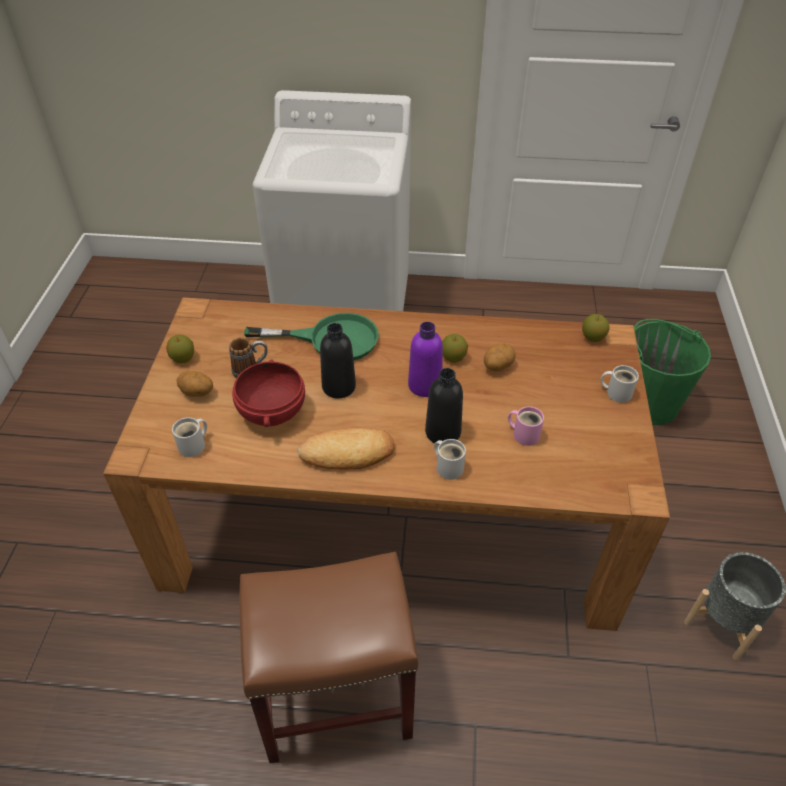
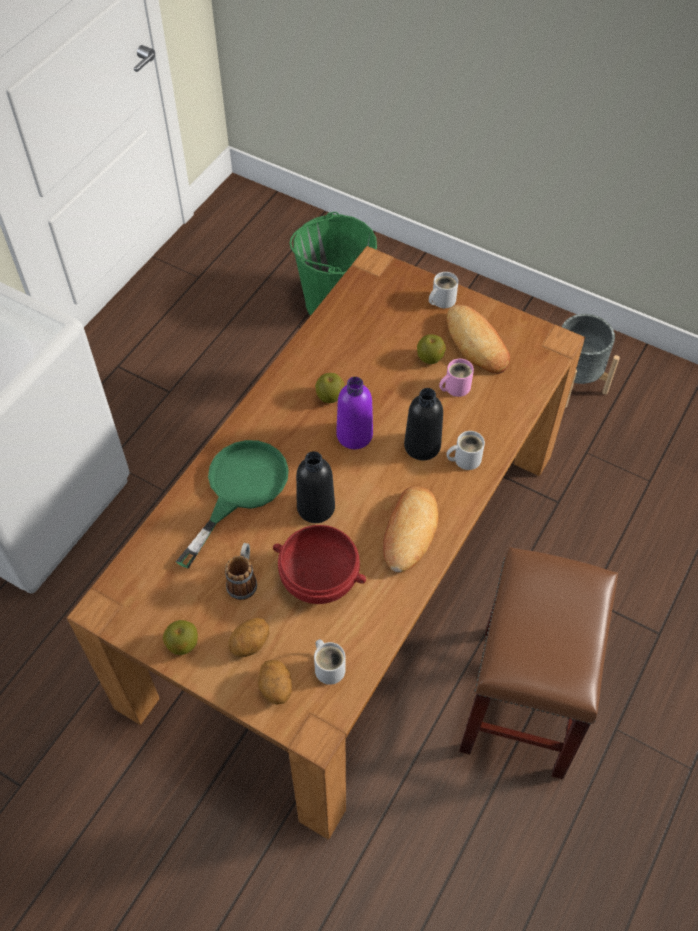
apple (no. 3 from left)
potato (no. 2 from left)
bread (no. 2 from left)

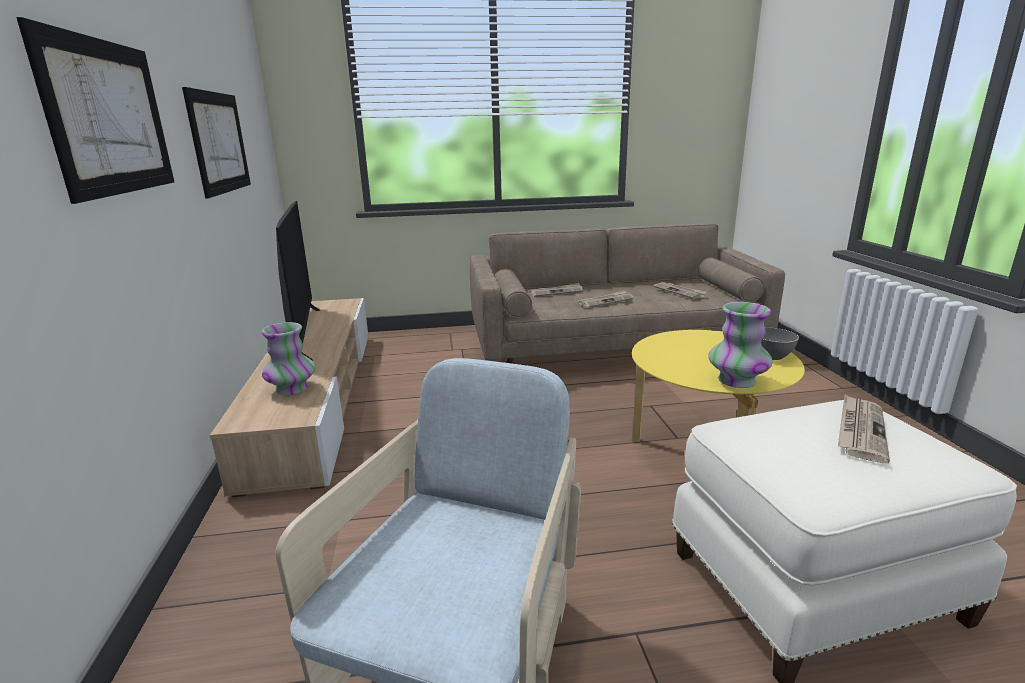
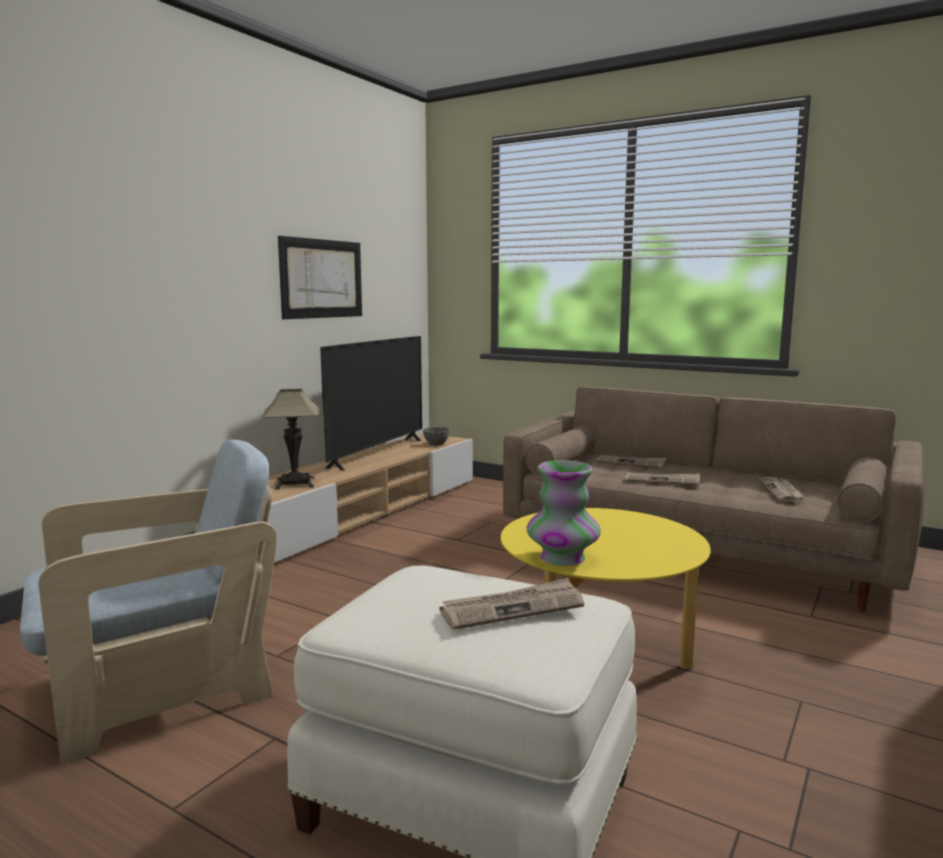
wall art (no. 1 from left in the first image)
lamp for a table
bowl (gray)

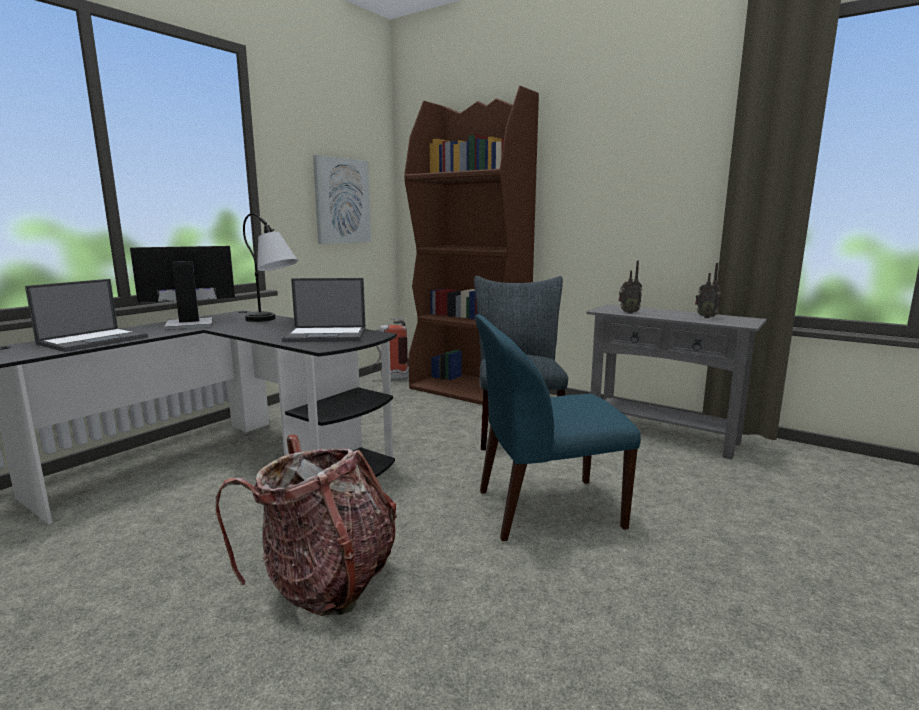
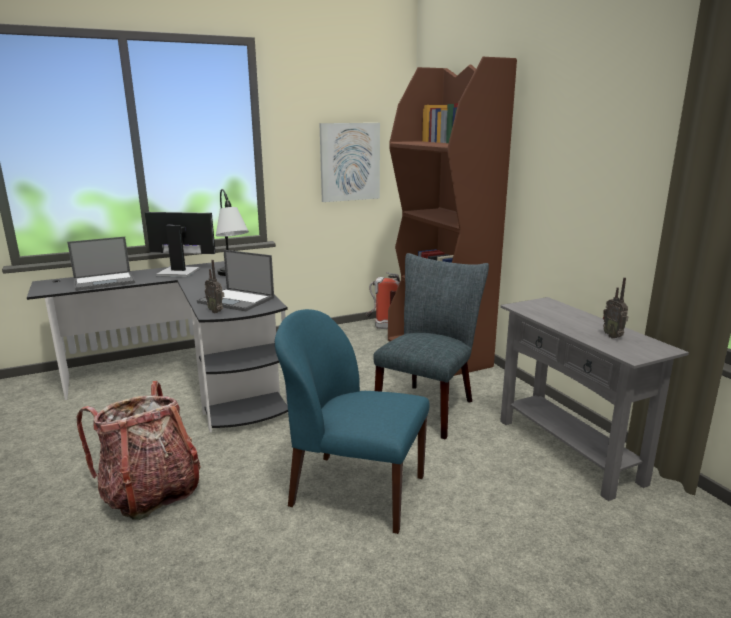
radio (no. 1 from left)

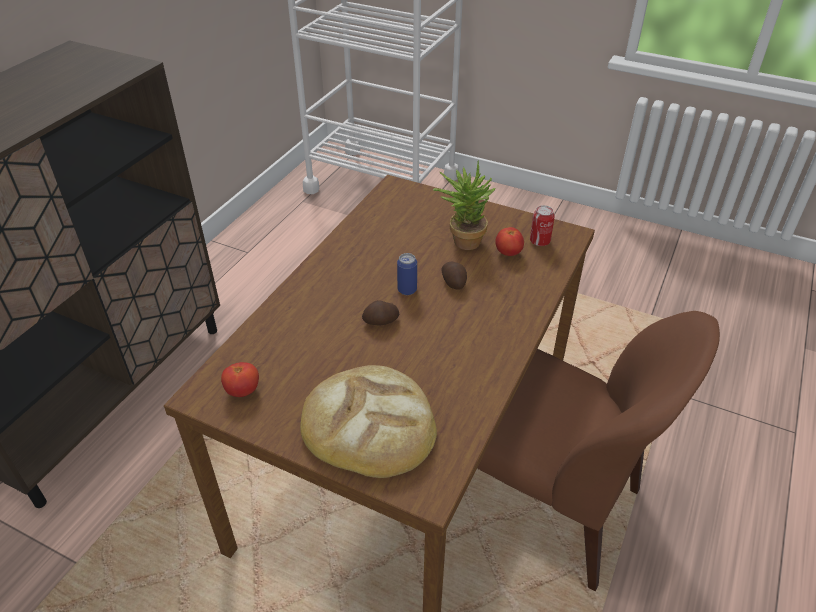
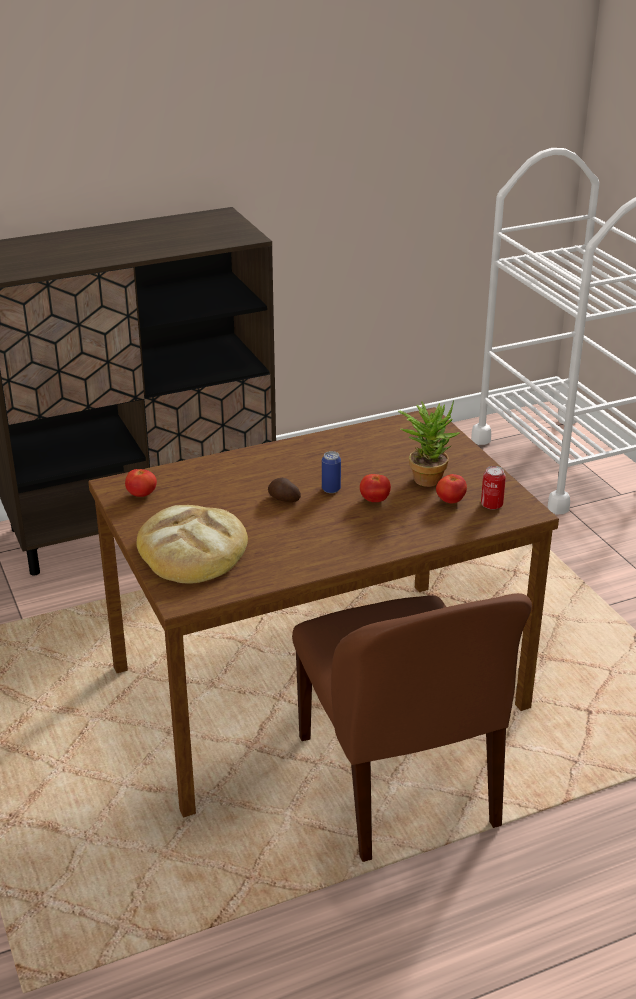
whole tomato (no. 2 from left)

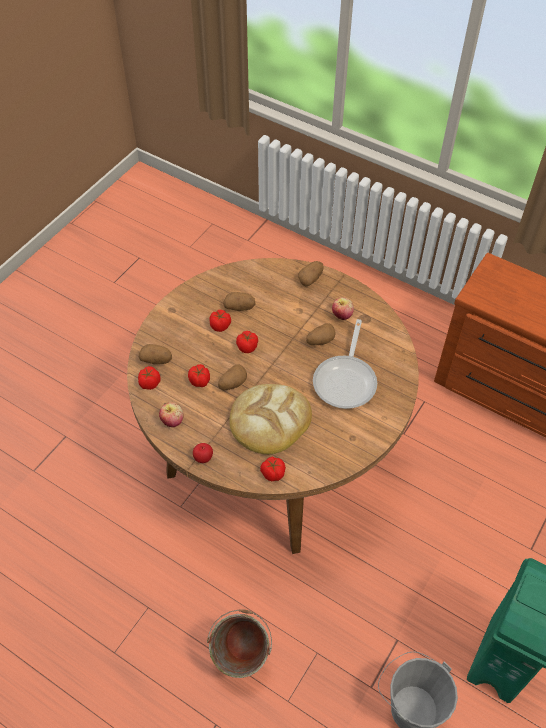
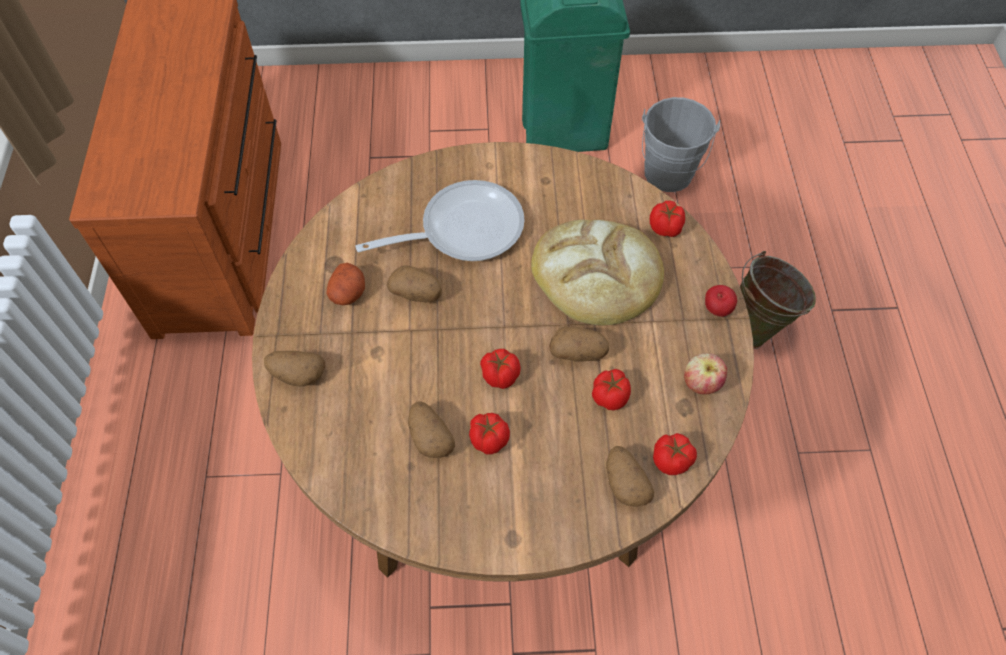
potato (no. 2 from left)

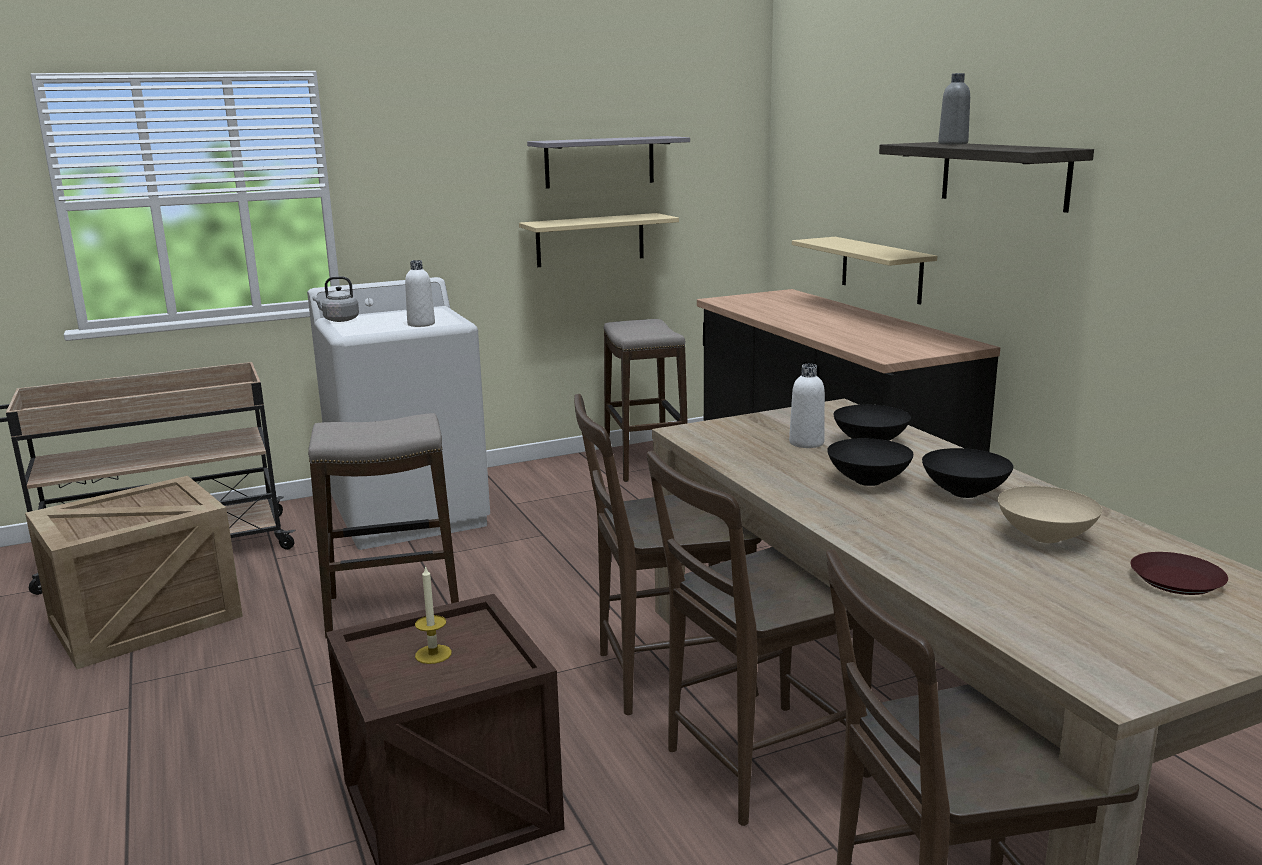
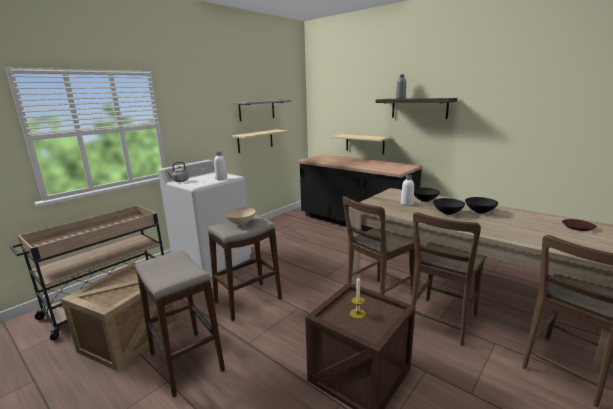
stool (no. 1 from left)
bowl (beige-coloured)

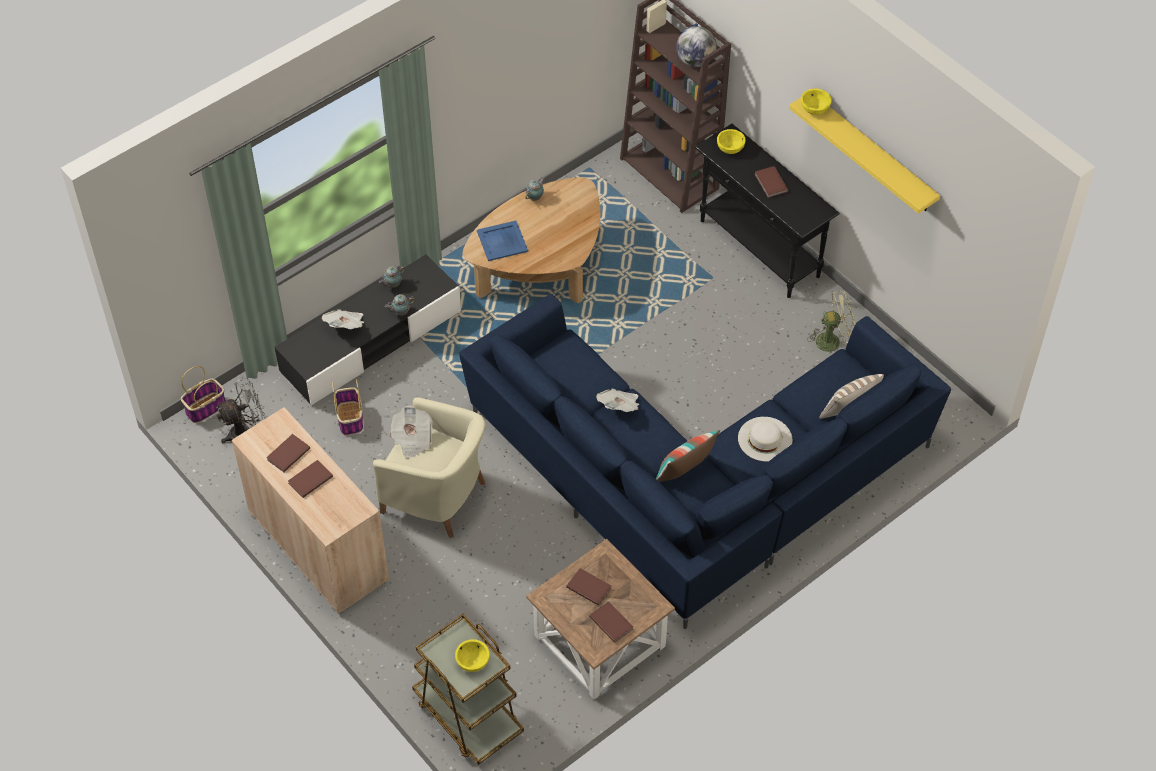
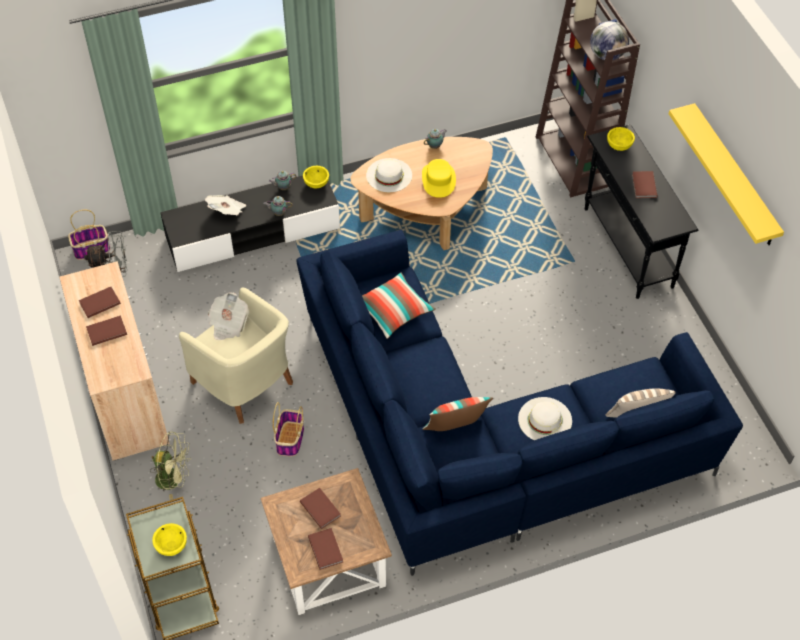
bowl (yellow) (no. 2 from left)
wearable hat (white) (no. 1 from left)
electric fan (green)
storage basket (no. 2 from left)
newspaper (no. 3 from left in the first image)
wearable hat (yellow)
throw pillow (no. 1 from left)

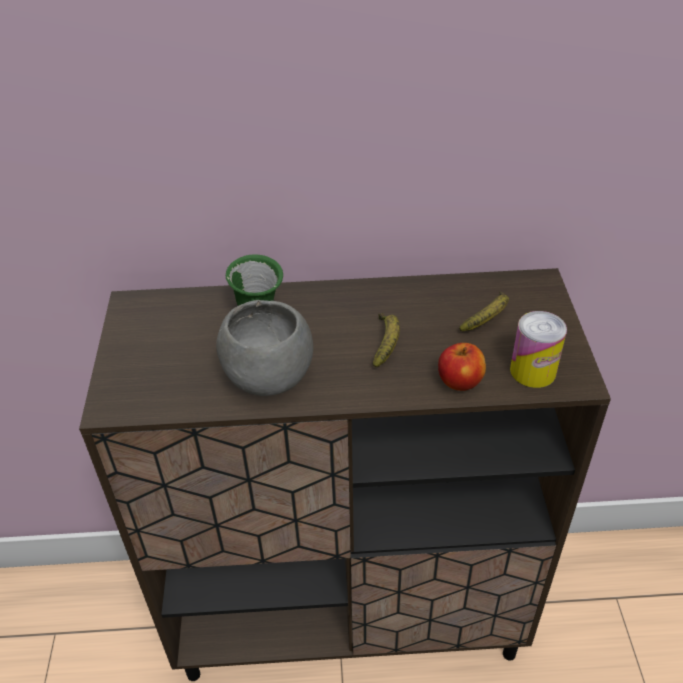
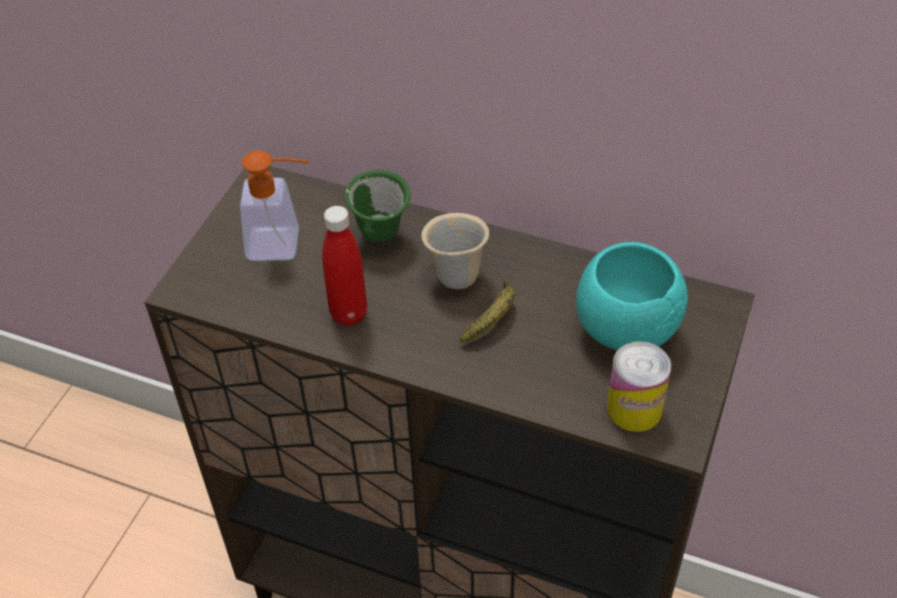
bowl (turquoise-coloured)
bottle (red-coloured)
apple
liquid soap bottle
mug (beige-coloured)

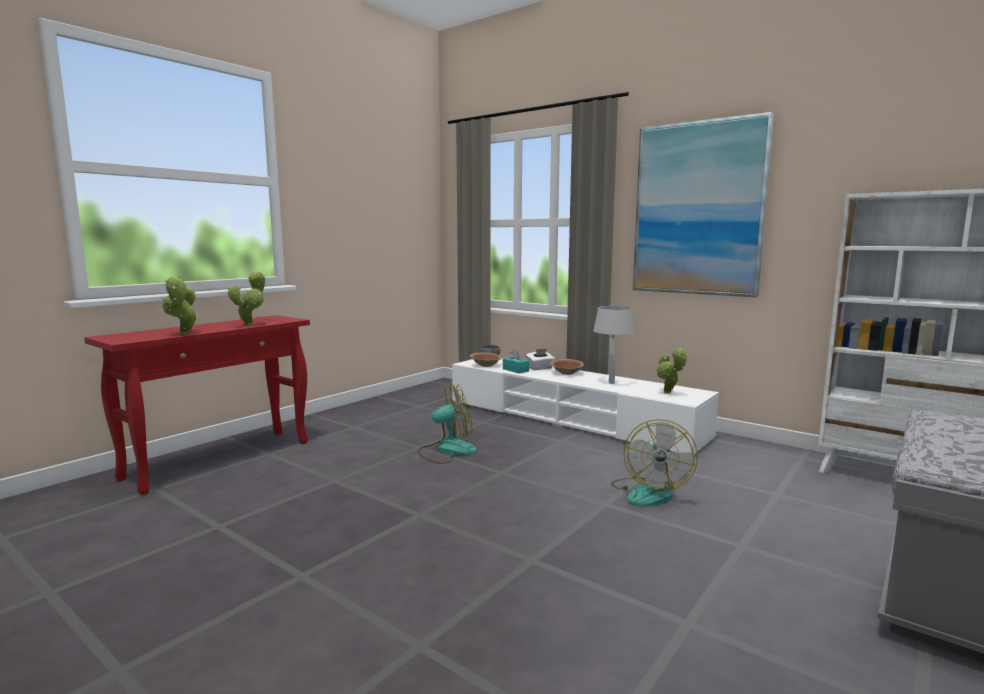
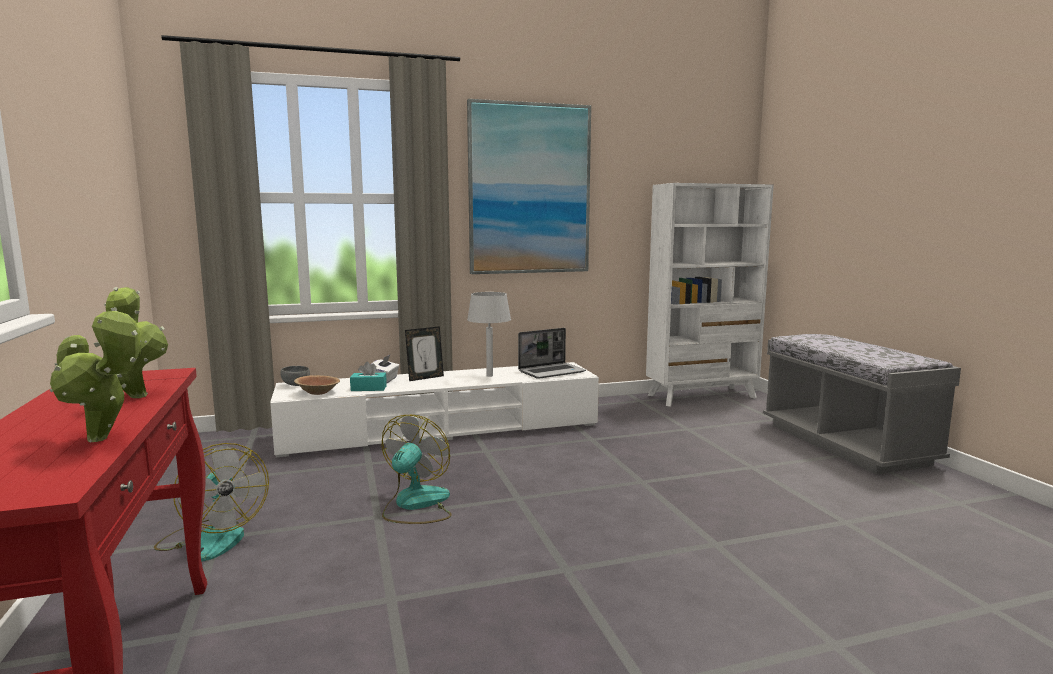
portable computer
picture frame
electric fan (no. 1 from left)

